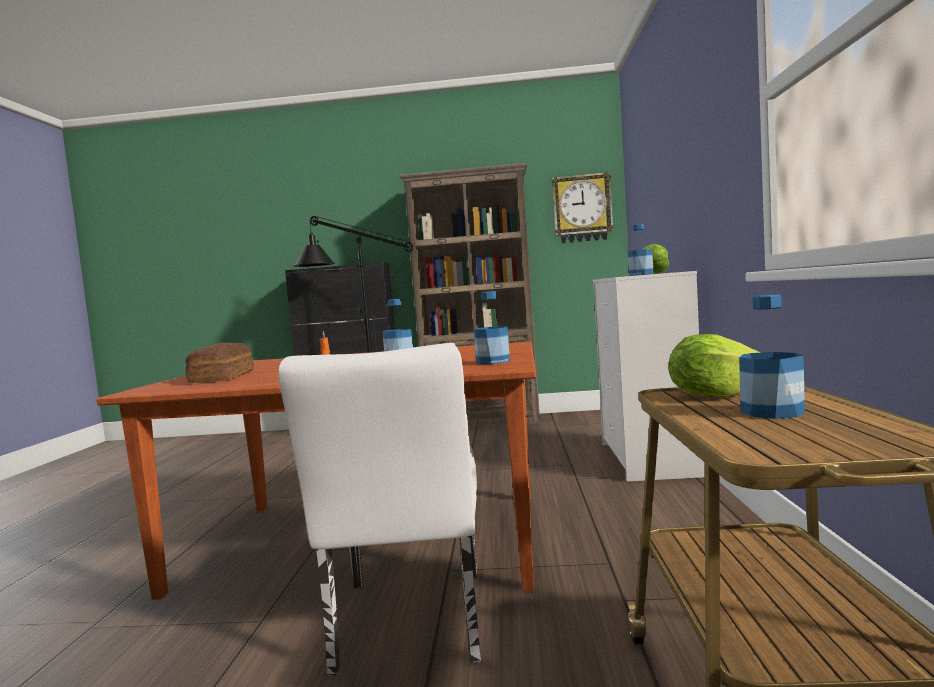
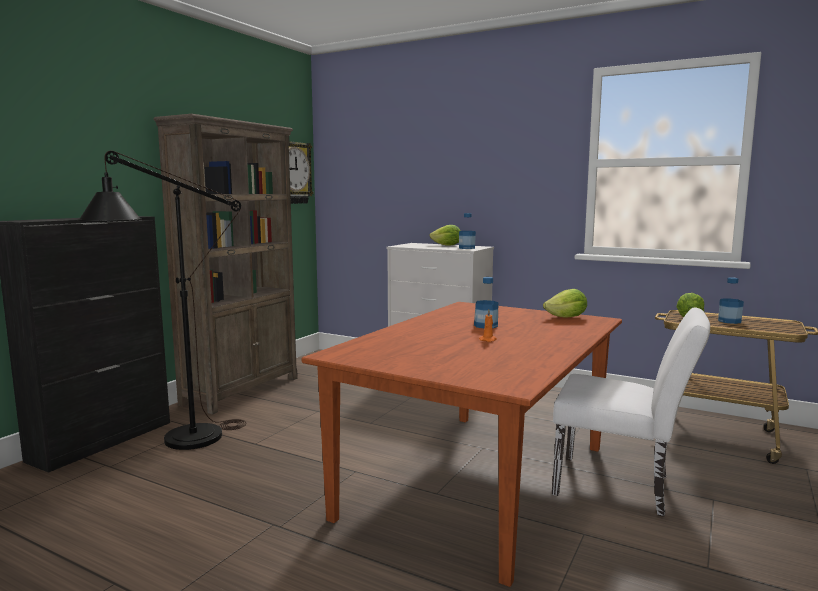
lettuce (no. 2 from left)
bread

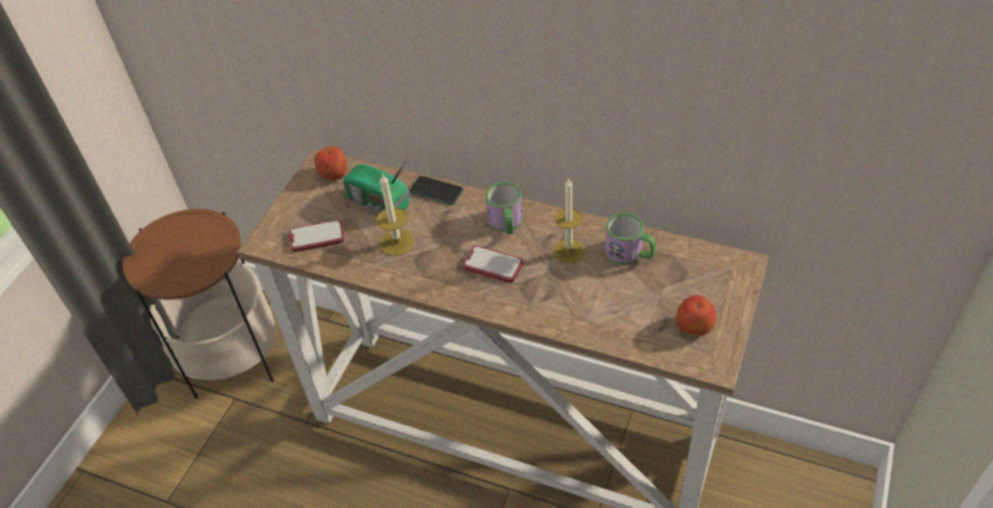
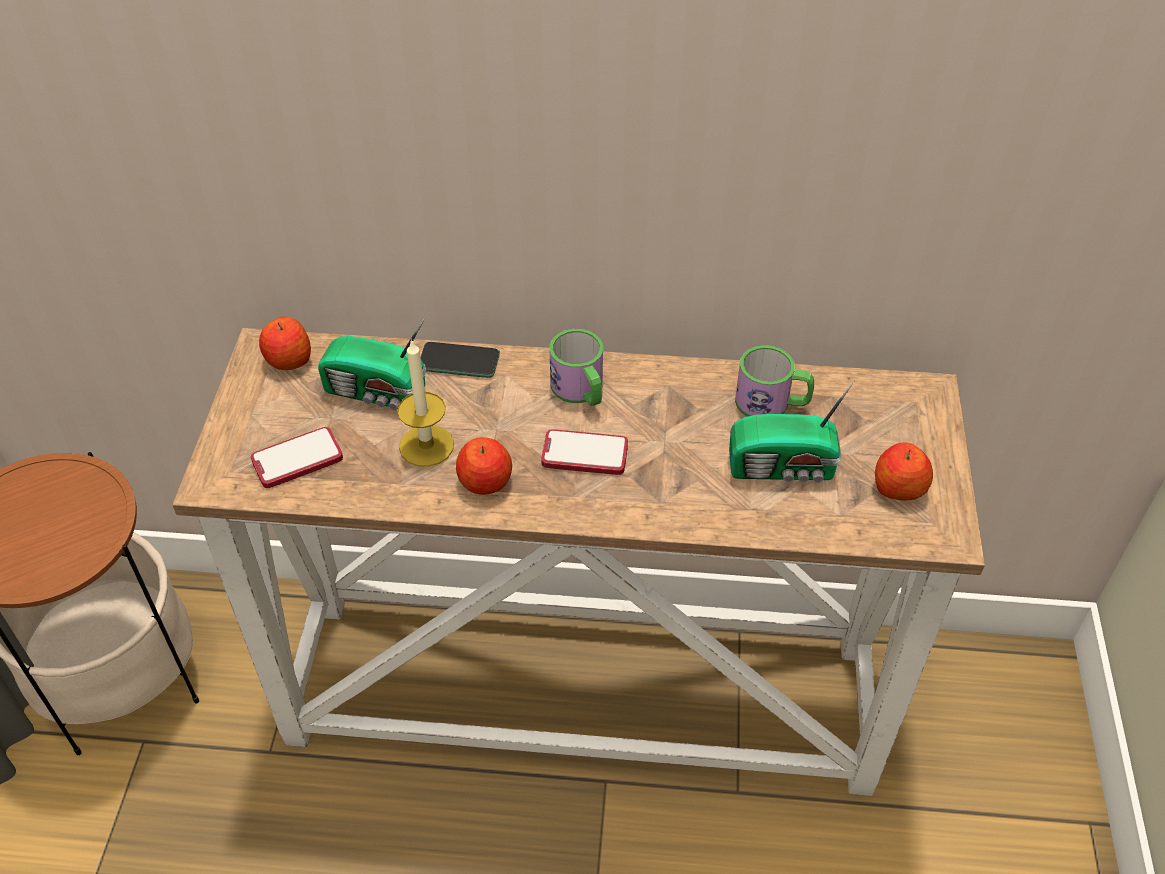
wax candle (no. 2 from left in the first image)
radio (no. 2 from left)
apple (no. 2 from left)

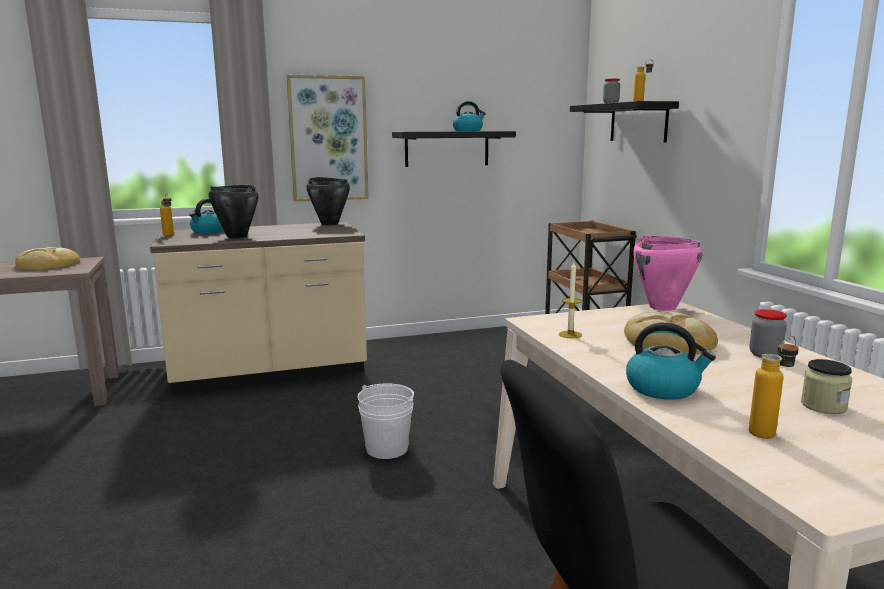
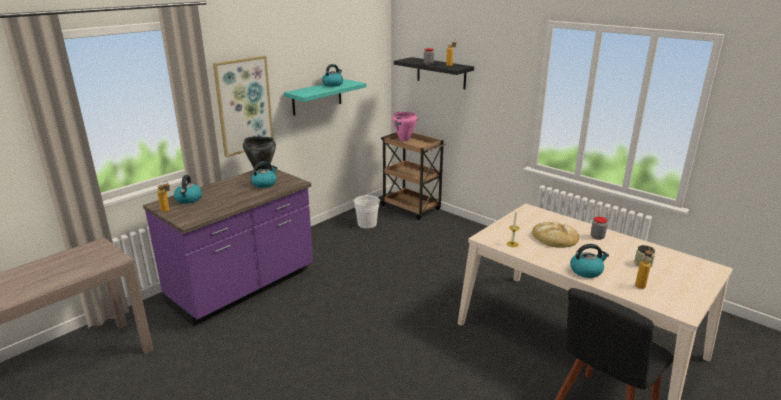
shelf (turquoise-coloured)
saucepot (blackish) (no. 1 from left in the first image)
kitchen counter (purple-coloured)
saucepot (pinkish)
bread (no. 1 from left in the first image)
pail (white)
water kettle (no. 2 from left)

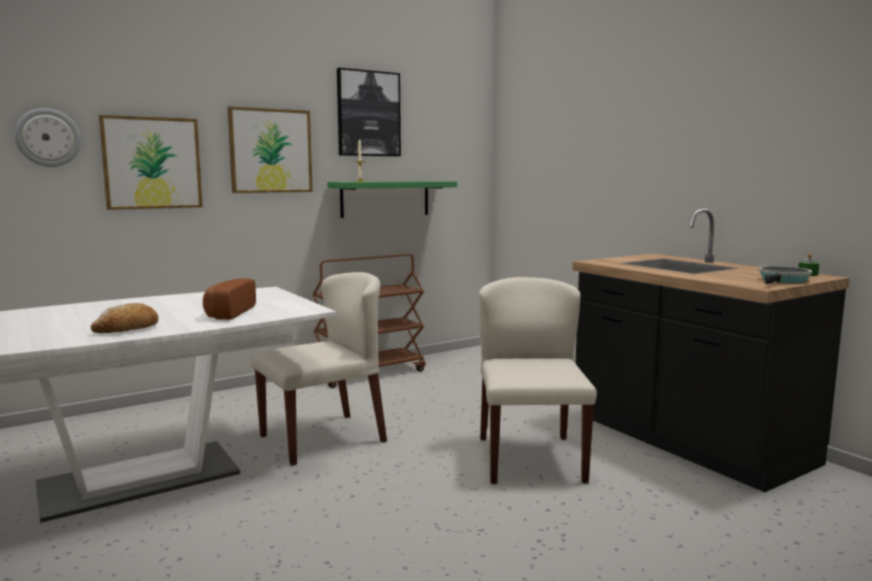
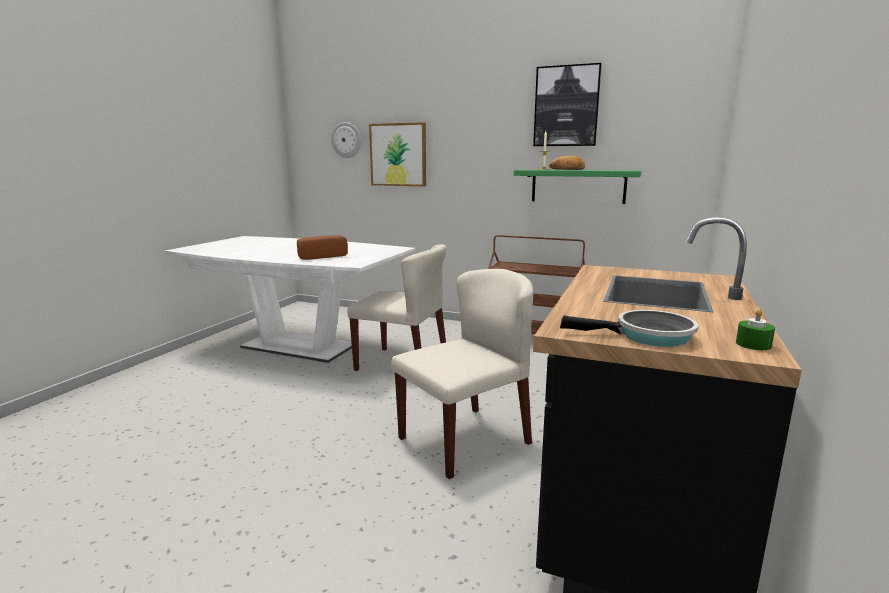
wall art (no. 2 from left in the first image)
bread (no. 2 from left)

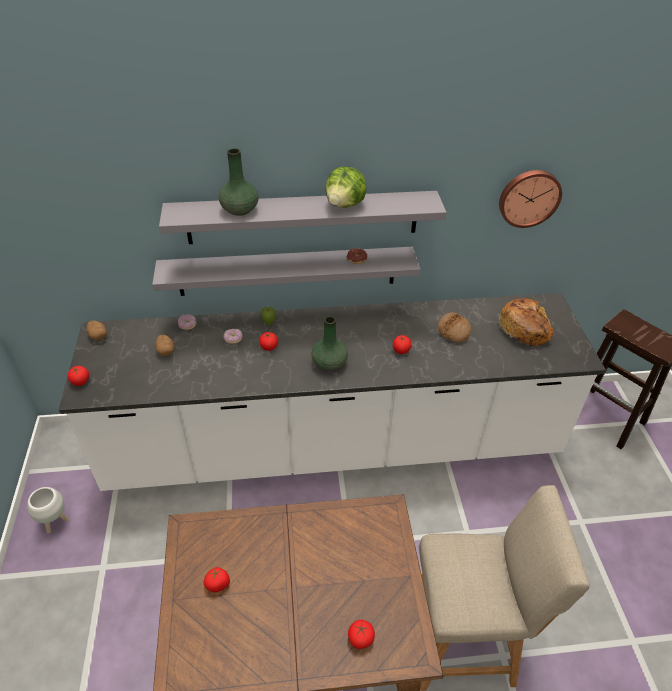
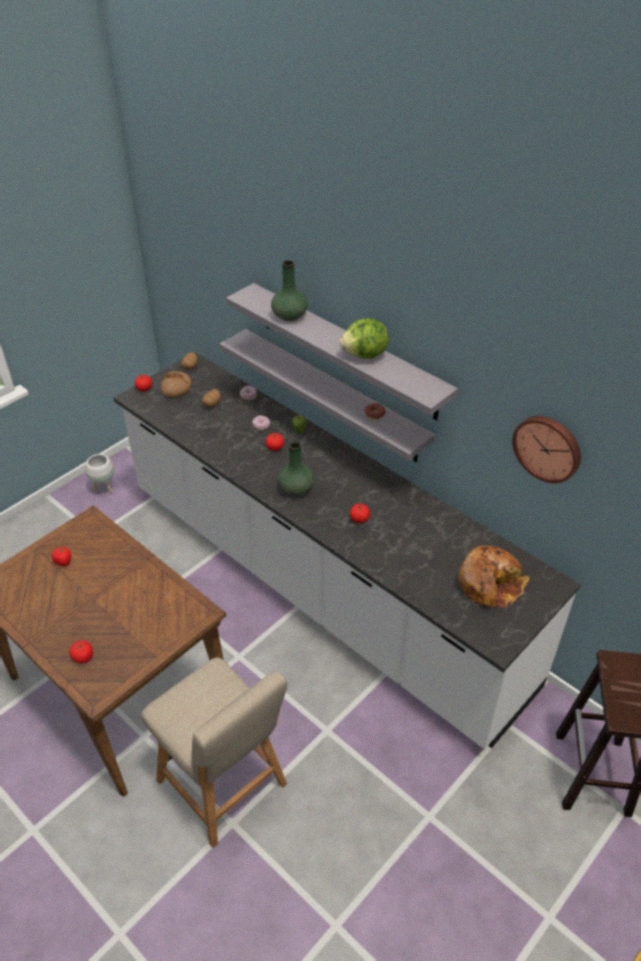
bread (no. 1 from left)

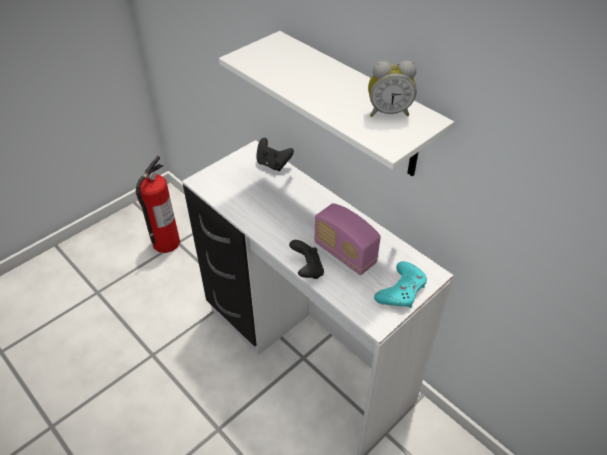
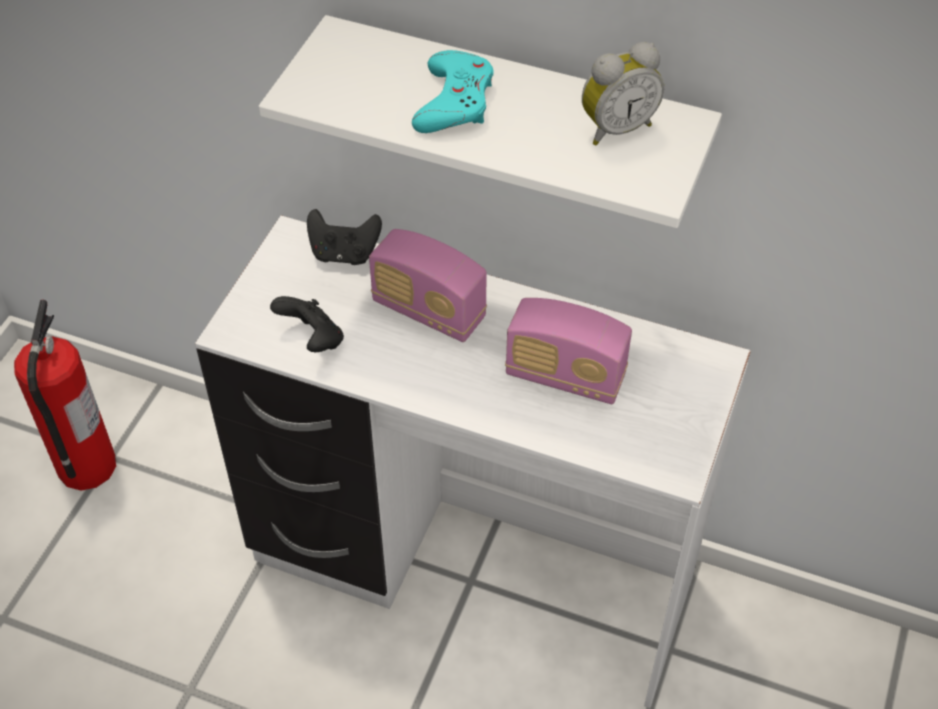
joypad (blackish) (no. 1 from left)
joypad (turquoise-coloured)
radio (no. 1 from left)

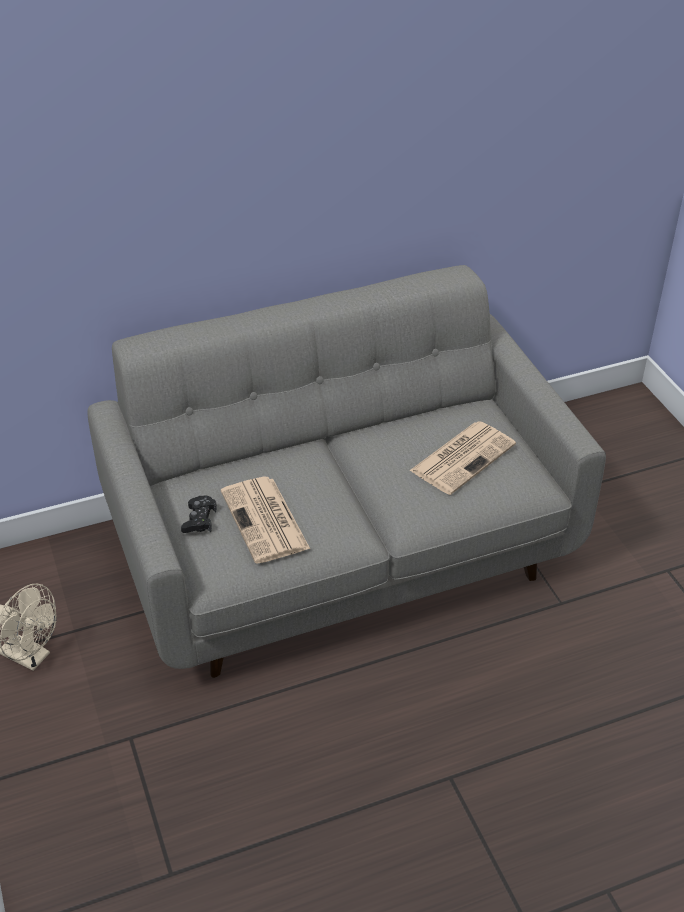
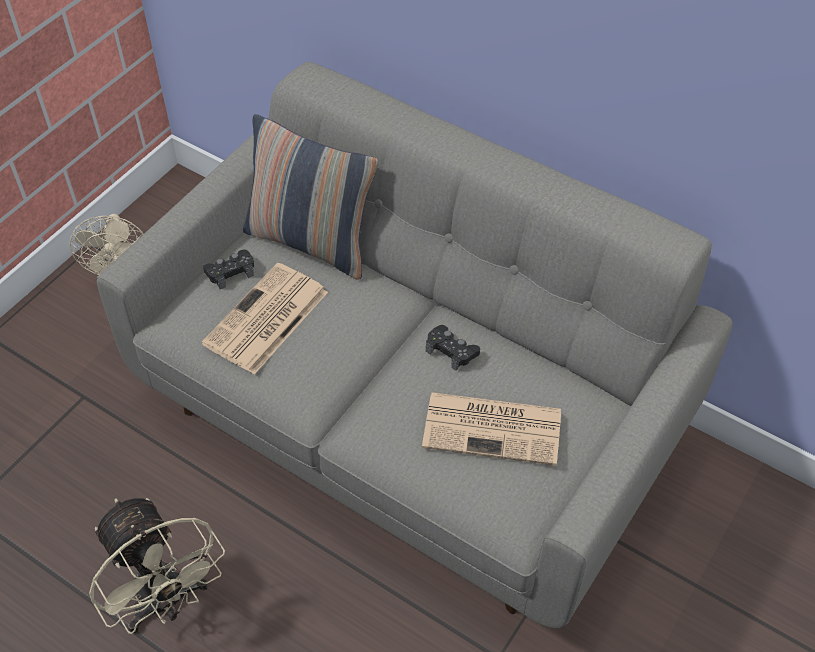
throw pillow
joypad (blackish) (no. 2 from left)
electric fan (beige-coloured) (no. 2 from left)

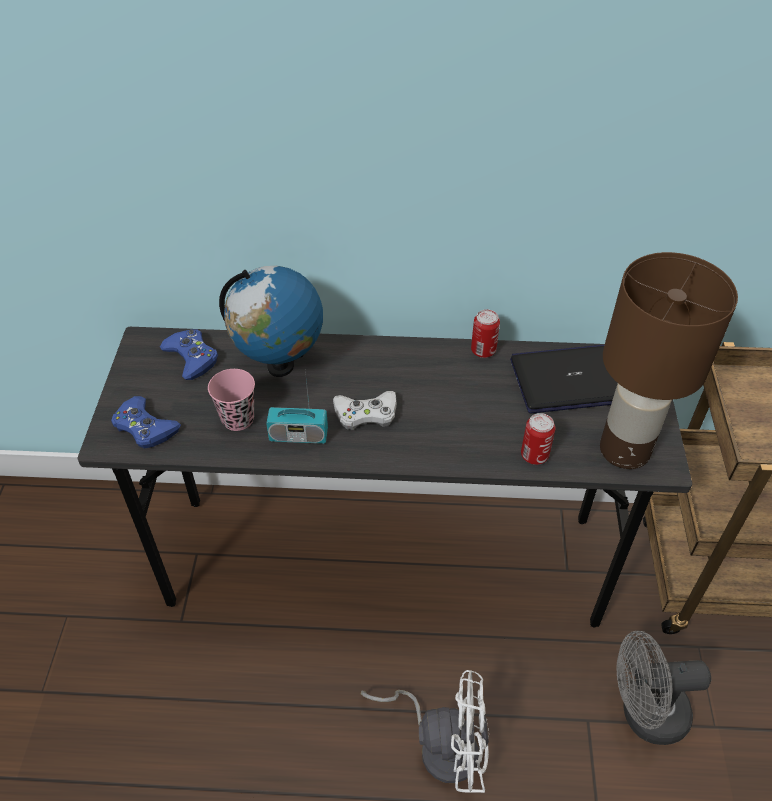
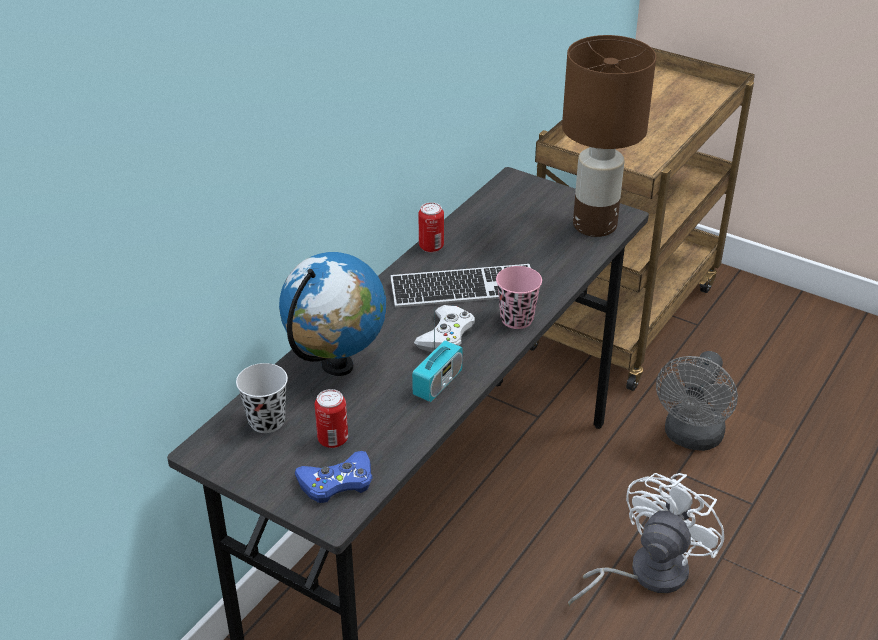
cup (blackish)
portable computer
cup (pinkish)
can (no. 1 from left)
keyboard

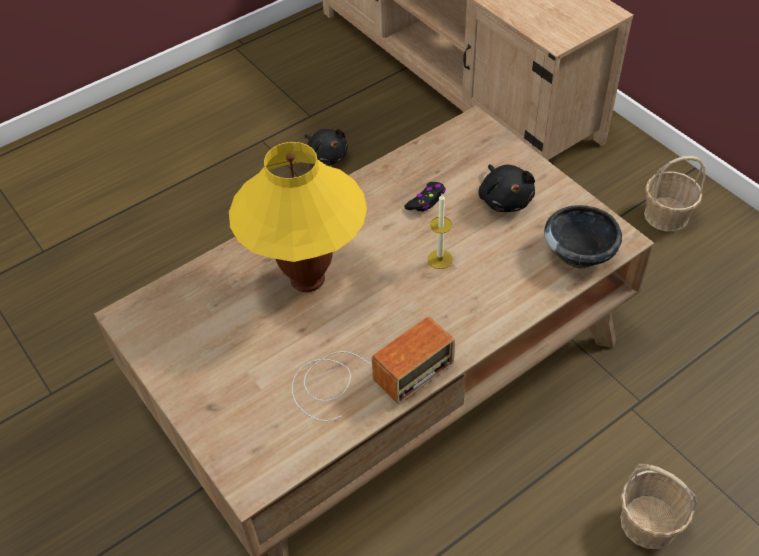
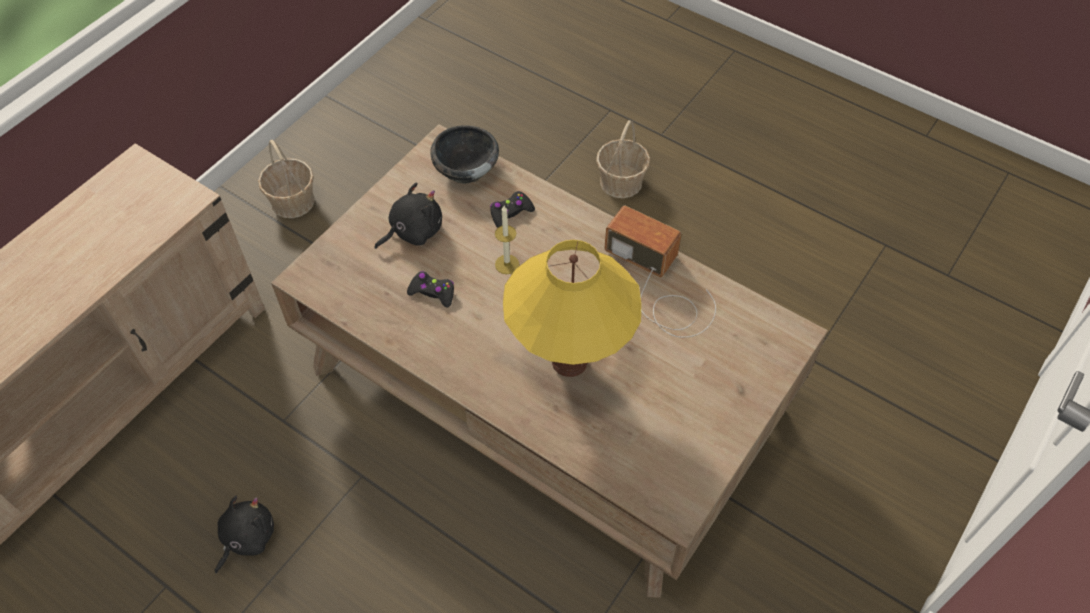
joypad (blackish) (no. 2 from left)

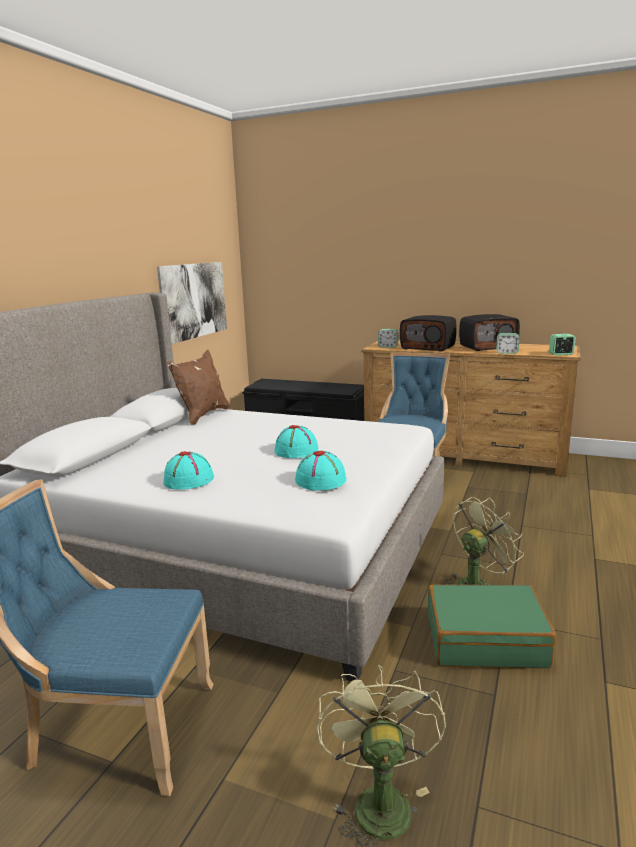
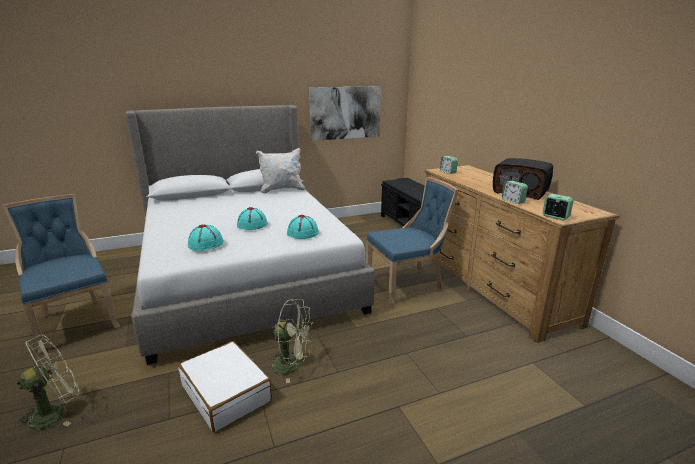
radio (no. 1 from left in the first image)
throw pillow (white)
wearable hat (turquoise-coloured) (no. 3 from left)
piece of luggage (white)

